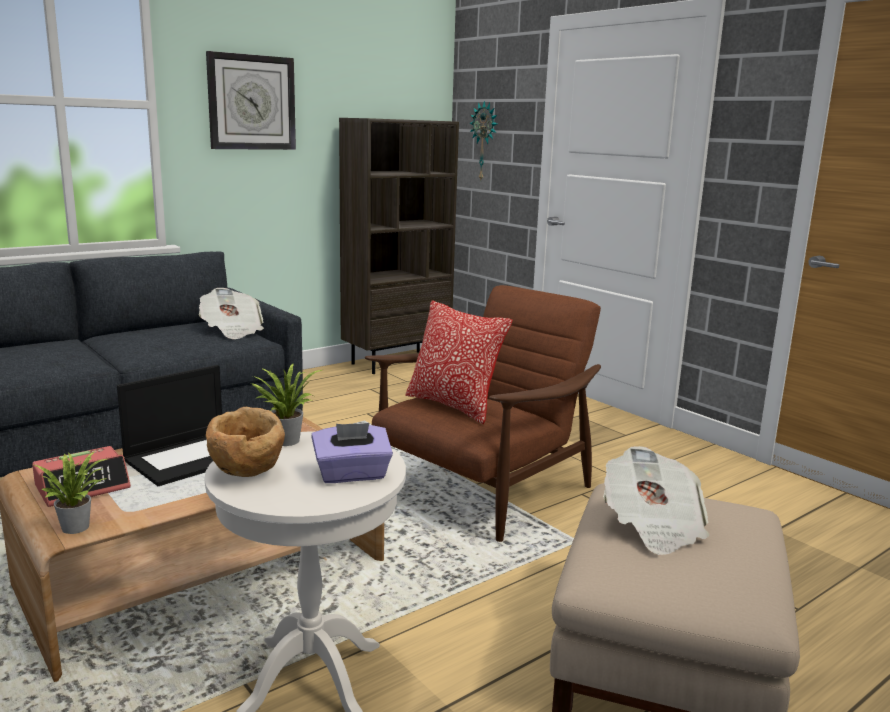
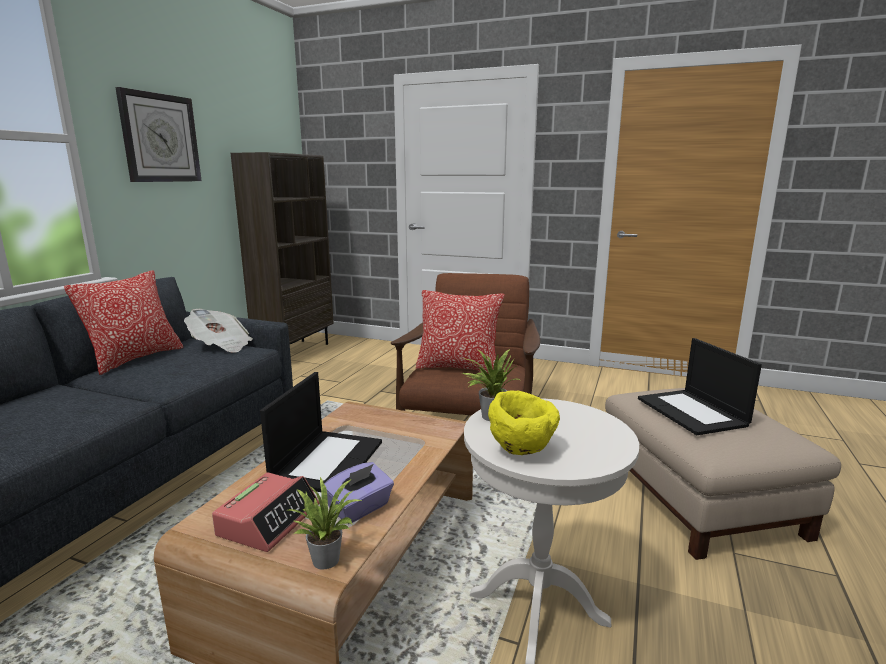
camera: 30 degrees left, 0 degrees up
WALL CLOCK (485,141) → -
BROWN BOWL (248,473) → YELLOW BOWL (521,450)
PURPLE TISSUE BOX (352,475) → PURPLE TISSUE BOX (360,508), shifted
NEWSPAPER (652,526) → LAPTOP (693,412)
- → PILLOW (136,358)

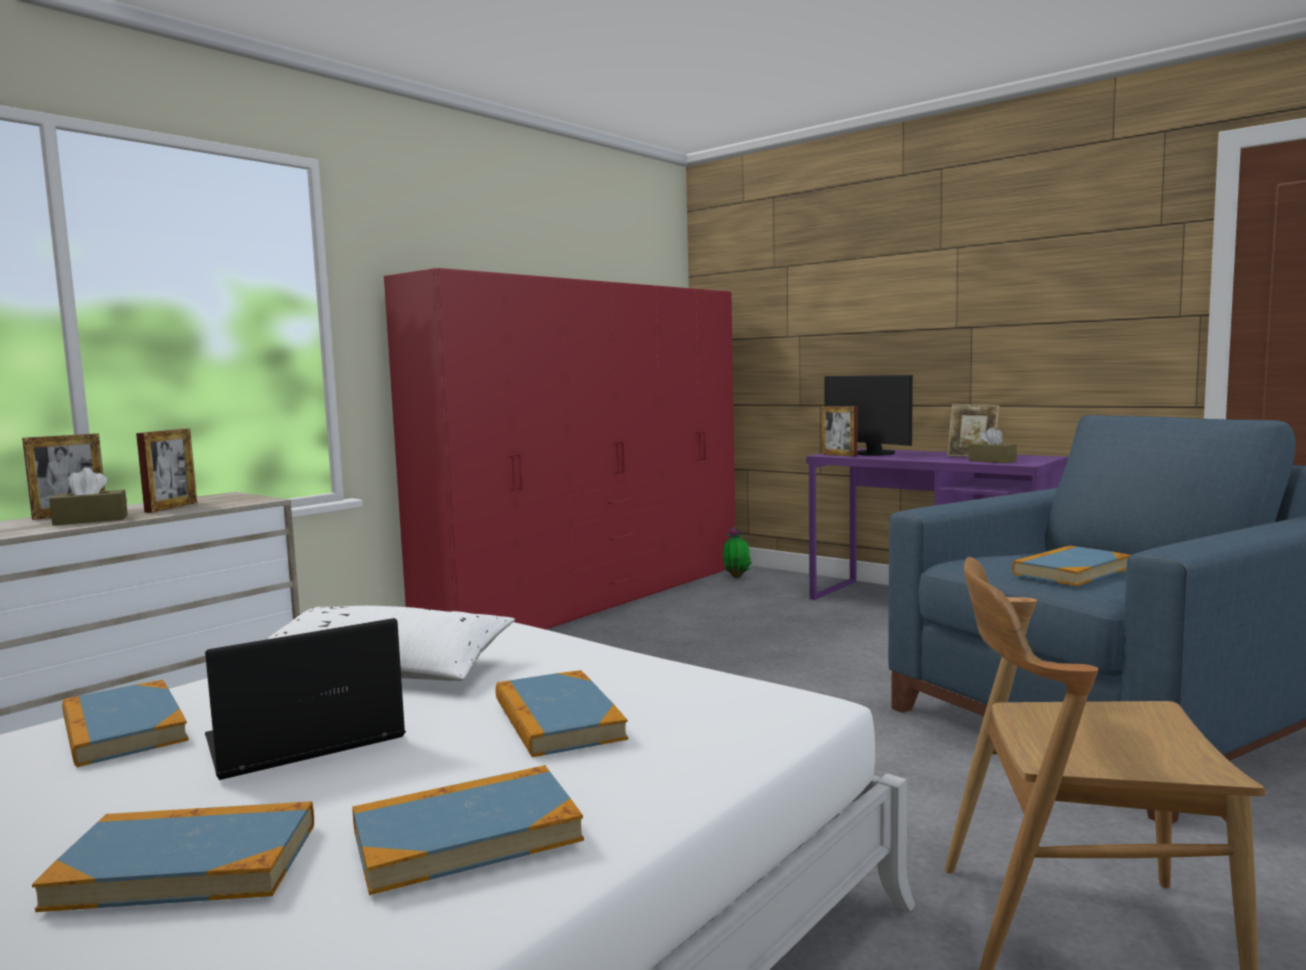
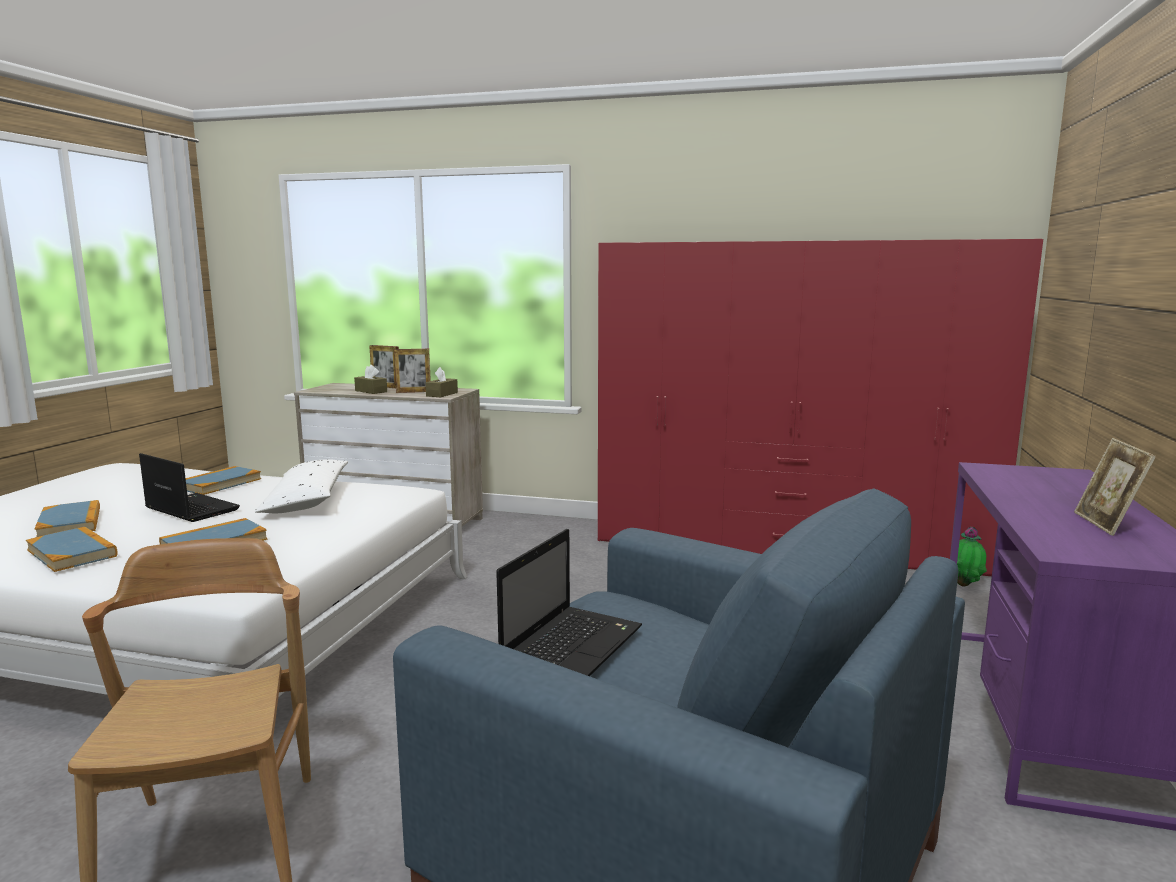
camera: 65 degrees right, 5 degrees up
MONITOR (872,454) → -
PICTURE FRAME (839,455) → -
BROWN TISSUE BOX (992,461) → BROWN TISSUE BOX (442,394), shifted
BOOK (1071,571) → LAPTOP (573,645)

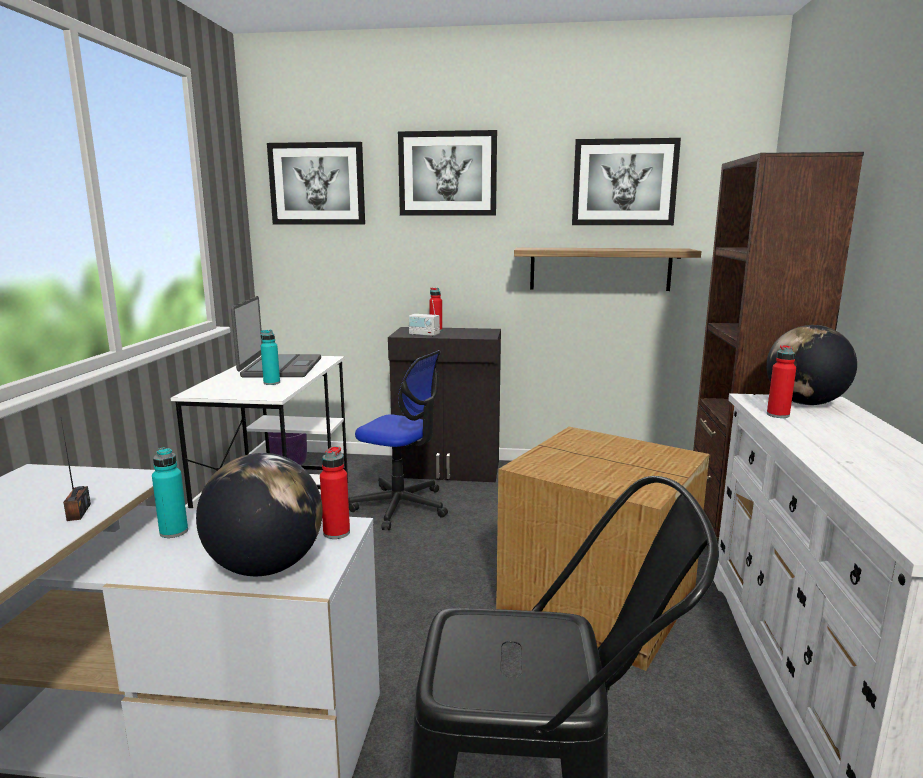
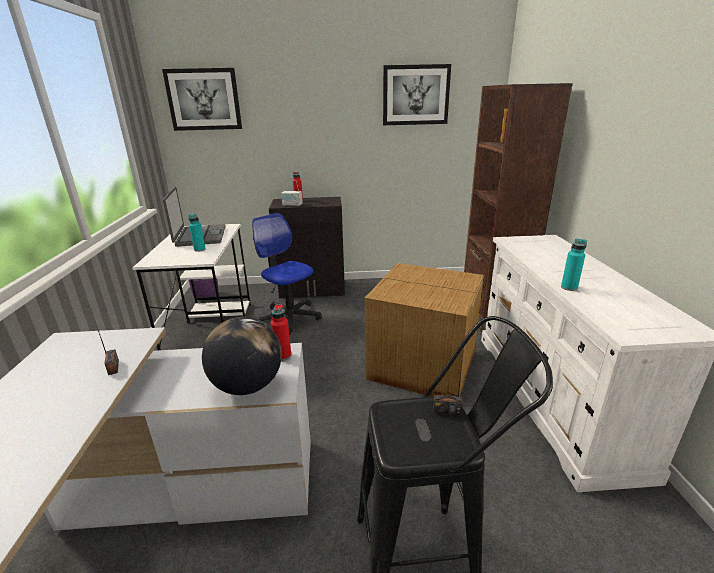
camera: 10 degrees left, 10 degrees up
PICTURE (447,174) → -
SHELF (600,269) → -
GLOBE (804,403) → -
RED BOTTLE (778,415) → -
OFFICE CHAIR (401,506) → OFFICE CHAIR (289,318), 150 degrees counterclockwise
TURQUOISE BOTTLE (174,532) → TURQUOISE BOTTLE (569,287), shifted
- → RADIO (447,410)

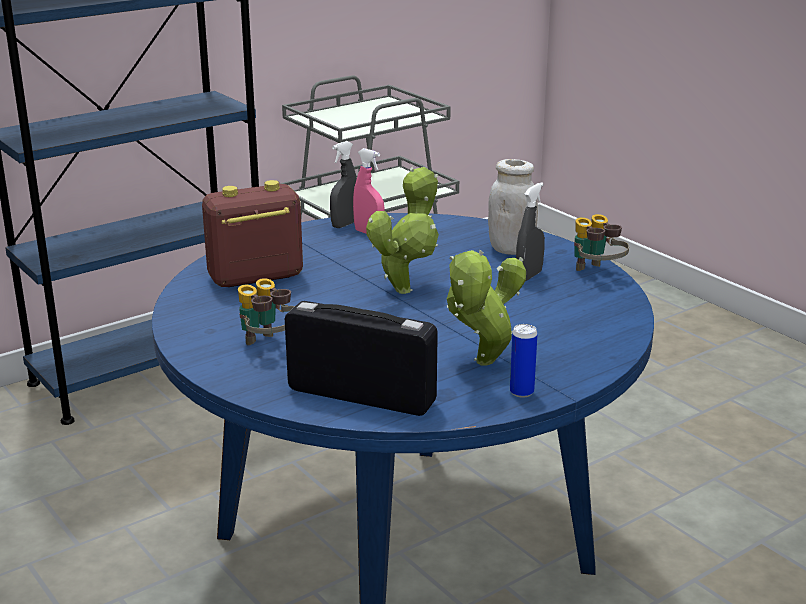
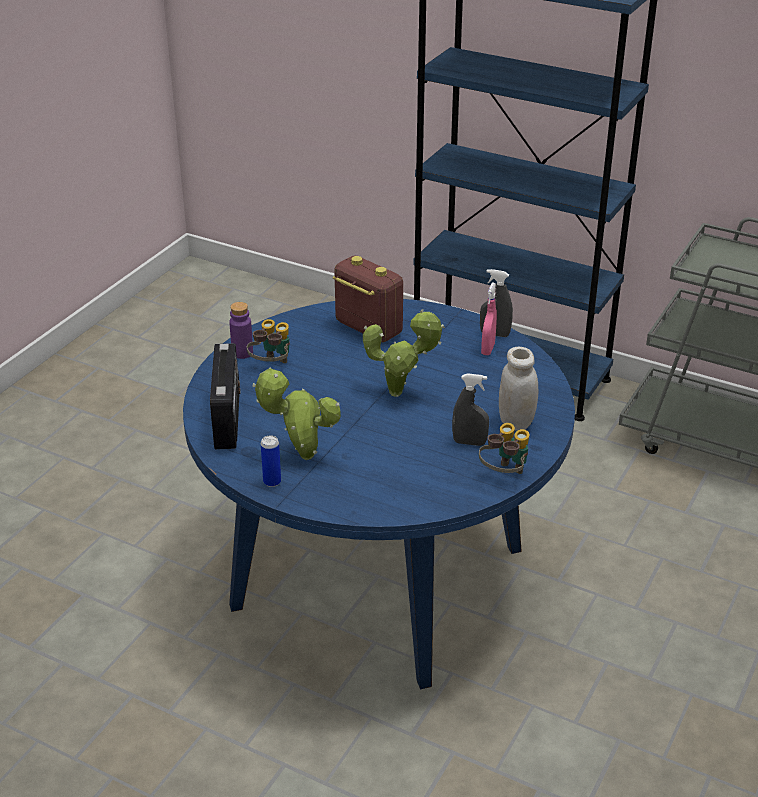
camera: 65 degrees right, 10 degrees up
- → PURPLE BOTTLE (242,353)

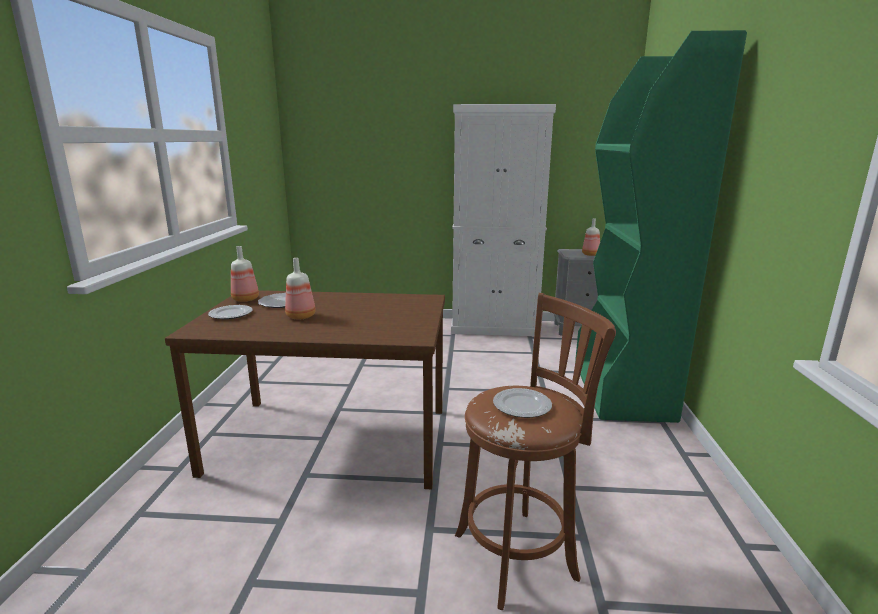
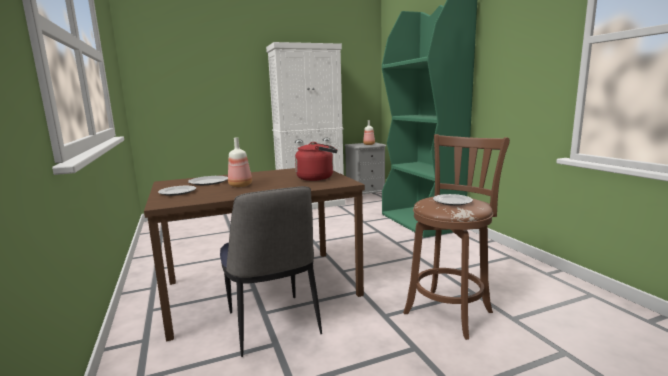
camera: 25 degrees left, 5 degrees down
BOTTLE (246,299) → -
- → RED KETTLE (317,178)
- → CHAIR (273,325)

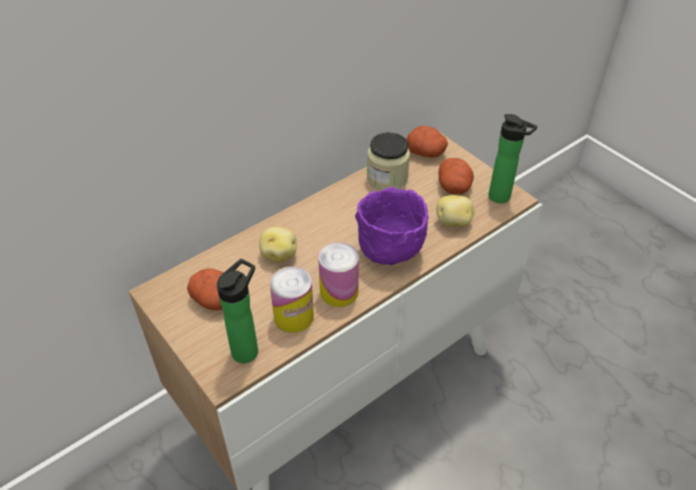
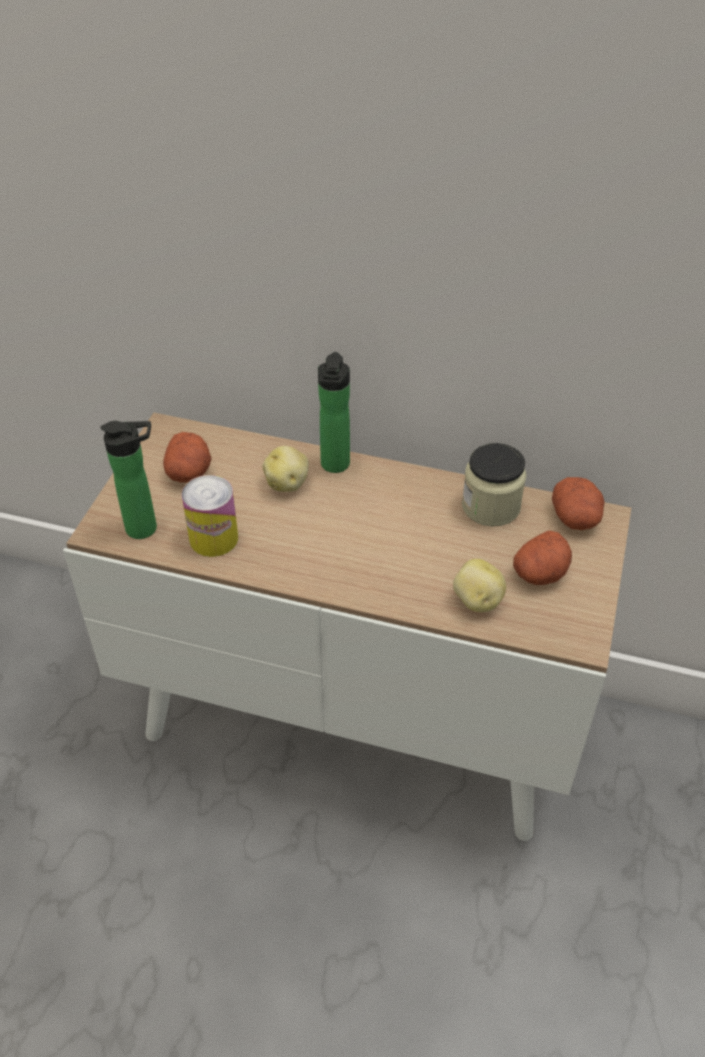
camera: 55 degrees right, 0 degrees up
BOTTLE (502,198) → BOTTLE (334,467), shifted
PURPLE BOWL (391,253) → -
CAN (339,291) → -

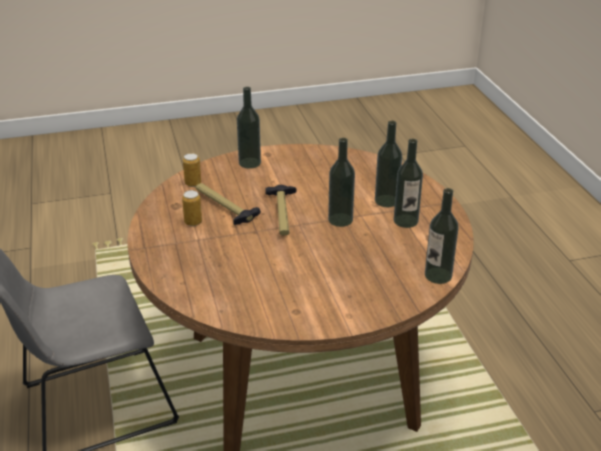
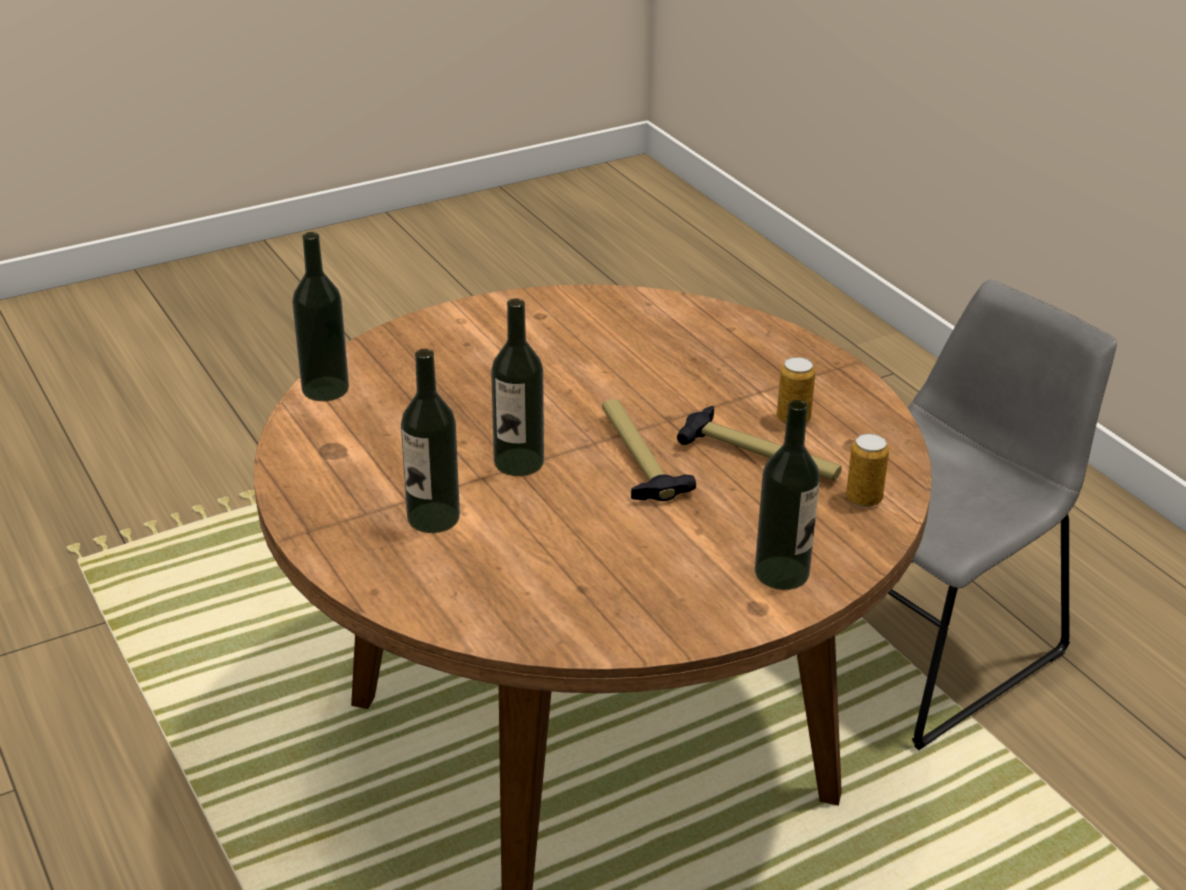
camera: 165 degrees right, 0 degrees up
BOTTLE (405,221) → -

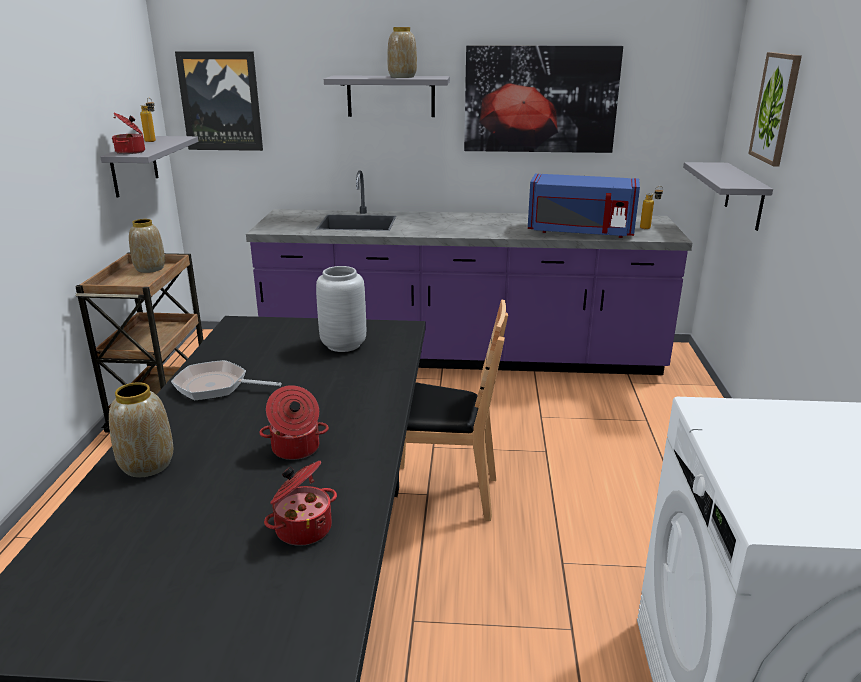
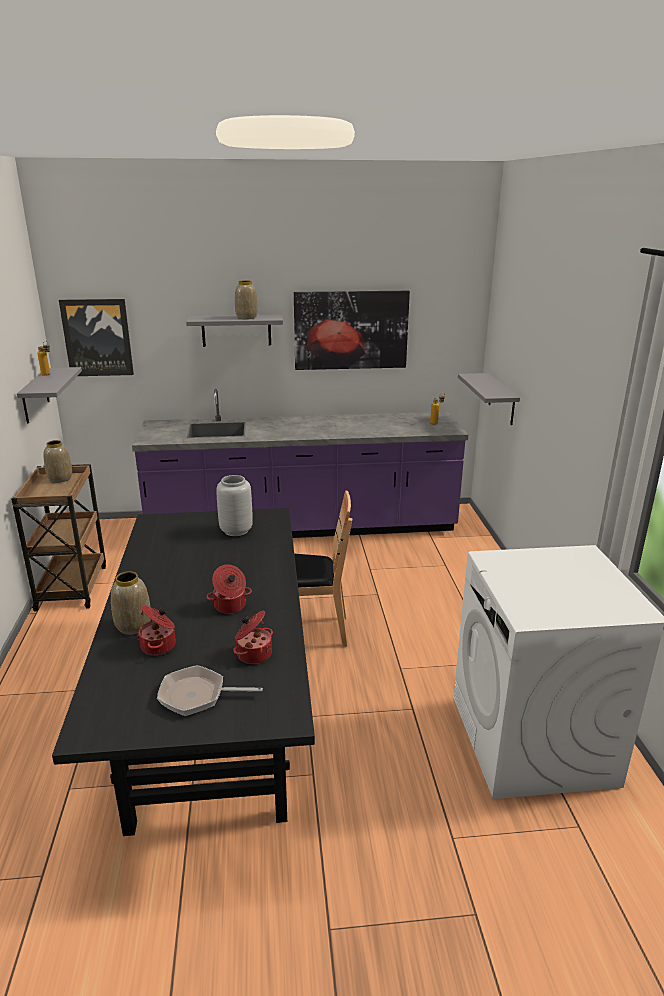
camera: 10 degrees left, 0 degrees up
PICTURE (776,108) → -
COOKING POT (131,152) → COOKING POT (159,645), shifted
BLUE MICROWAVE (580,232) → -
FRYING PAN (216,386) → FRYING PAN (197,695), shifted

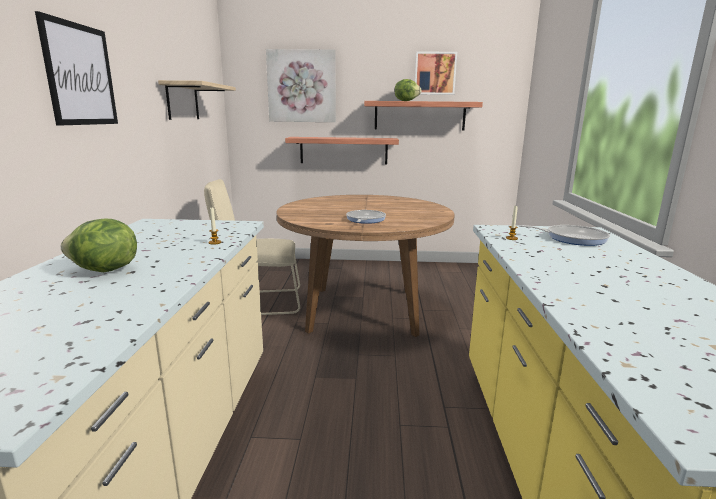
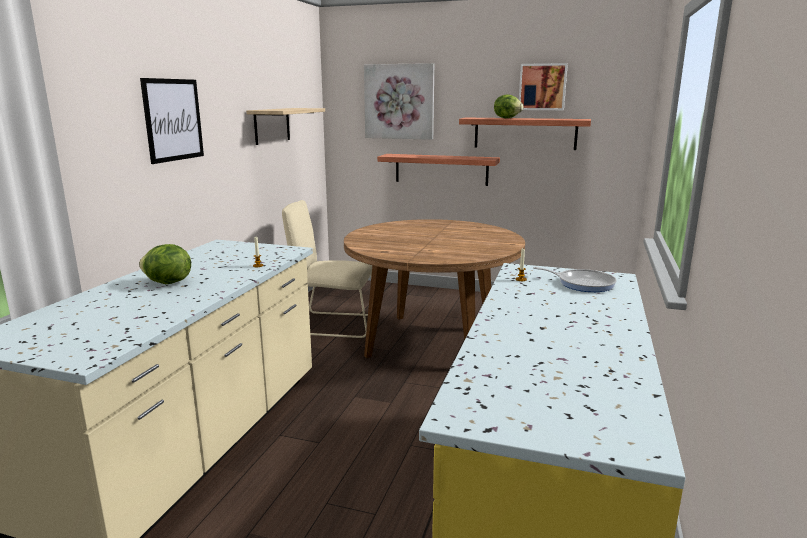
camera: 15 degrees right, 0 degrees up
FRYING PAN (365,220) → -

